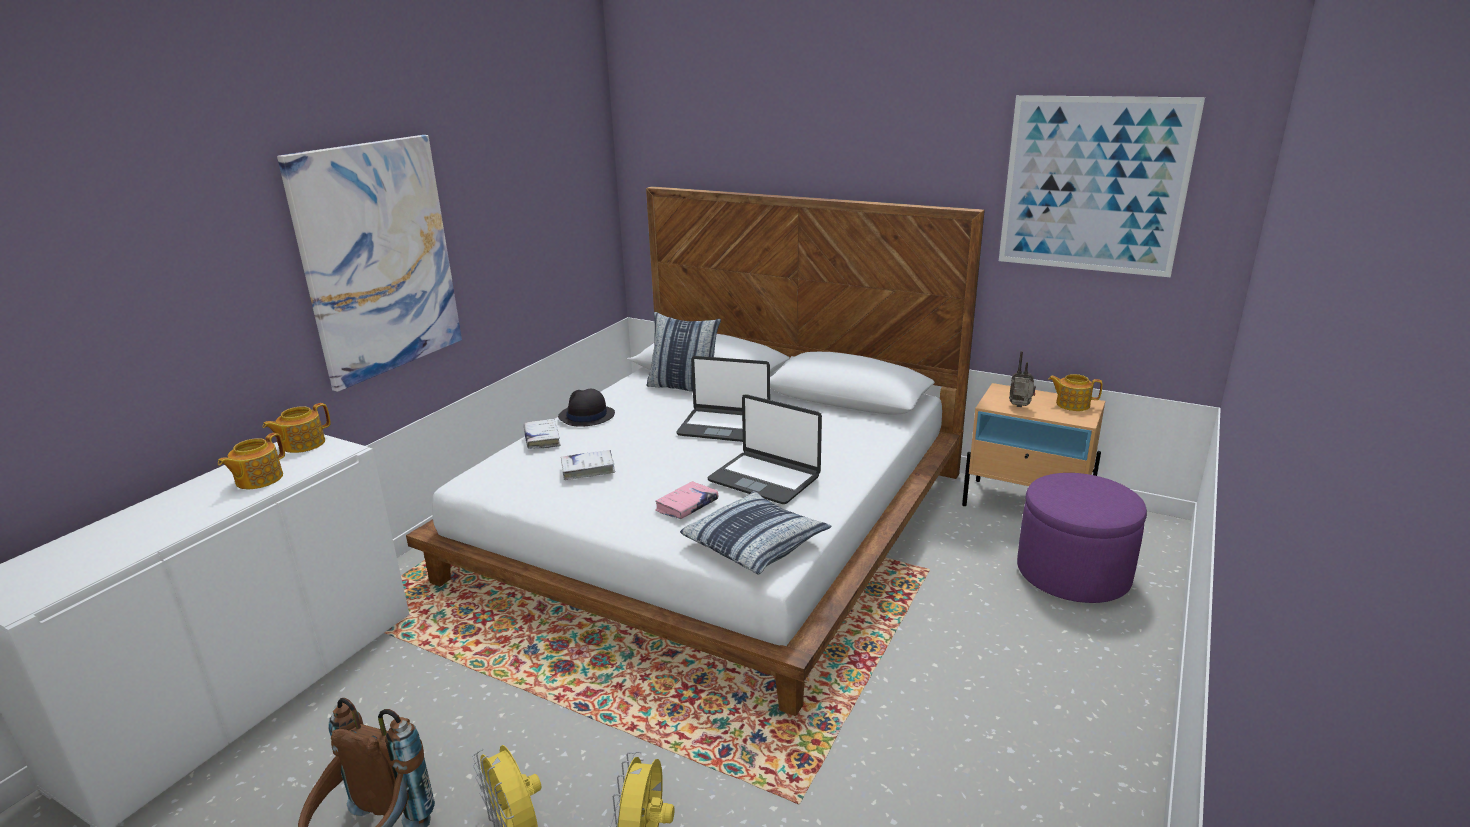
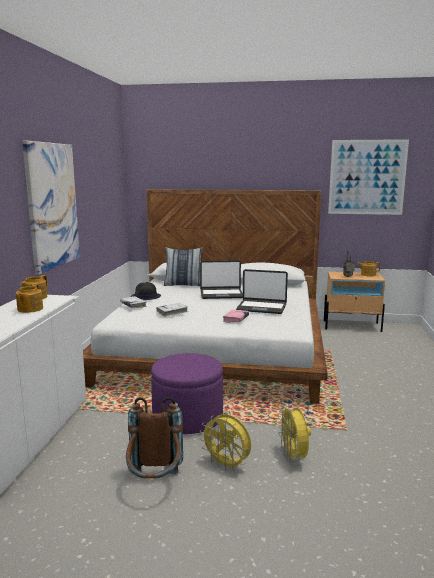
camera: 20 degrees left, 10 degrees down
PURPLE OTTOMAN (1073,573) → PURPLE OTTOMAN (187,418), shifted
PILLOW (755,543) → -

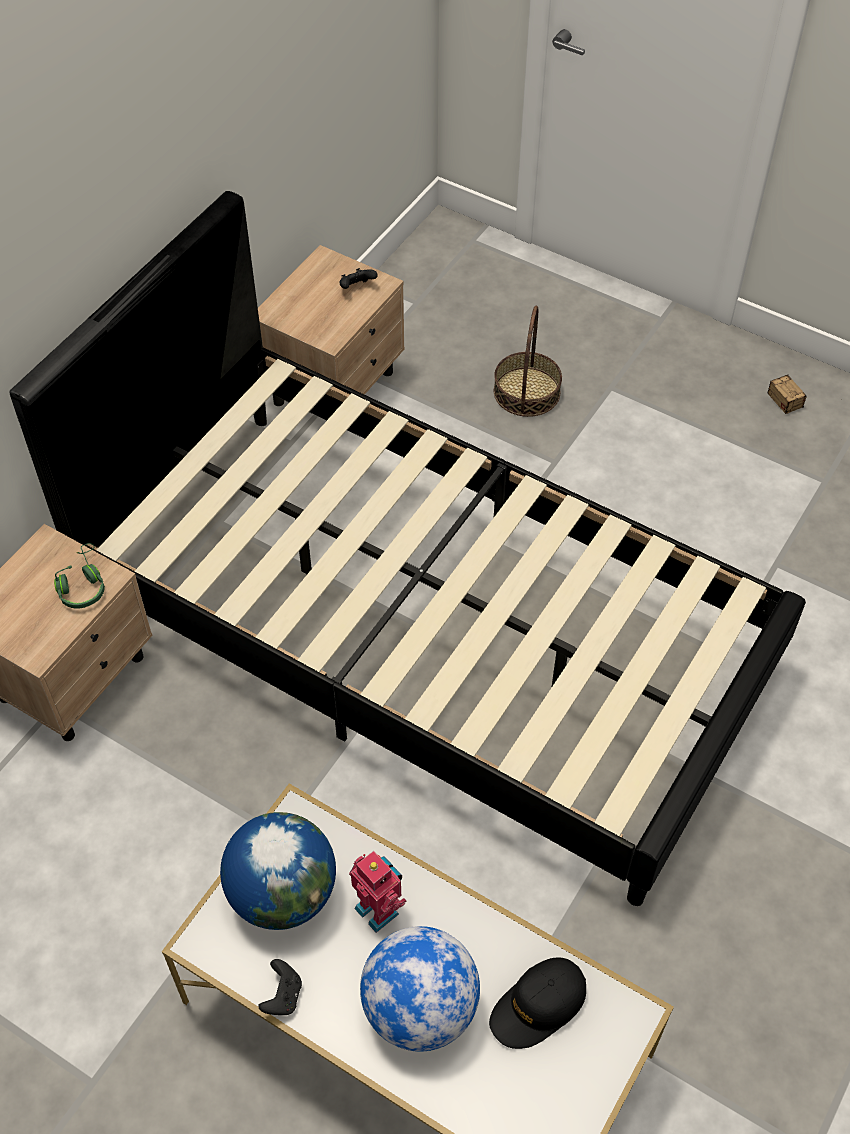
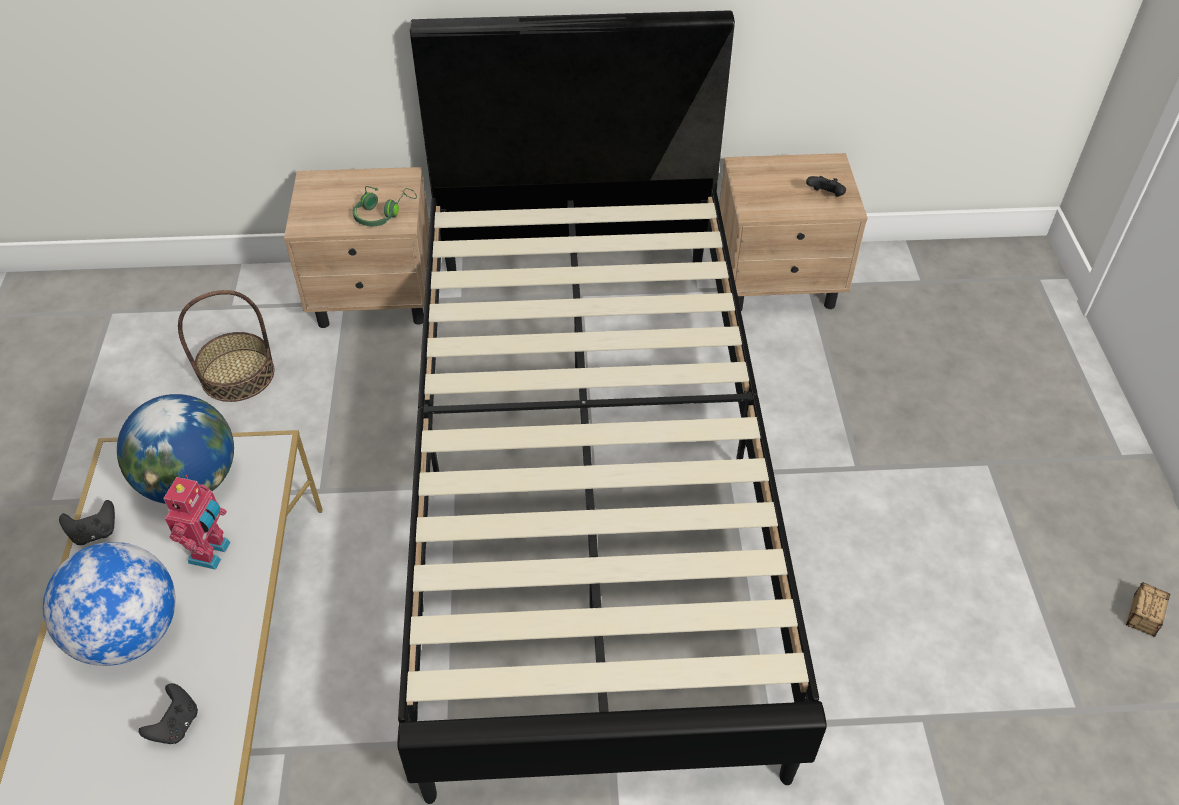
camera: 55 degrees right, 5 degrees down
BASKET (526,392) → BASKET (238,374), shifted
BLACK CAP (538,1006) → BLACK GAME CONTROLLER (176,725)

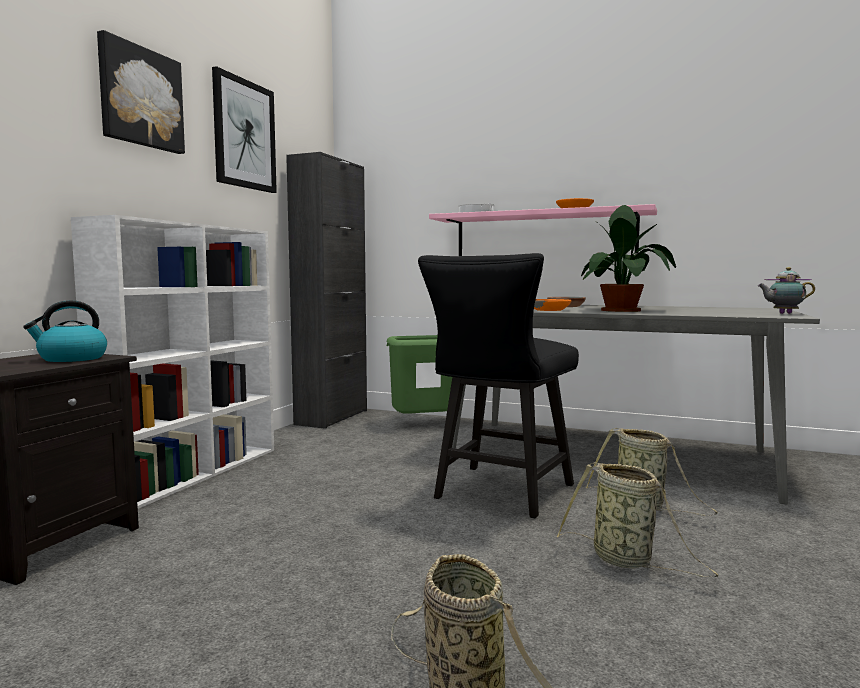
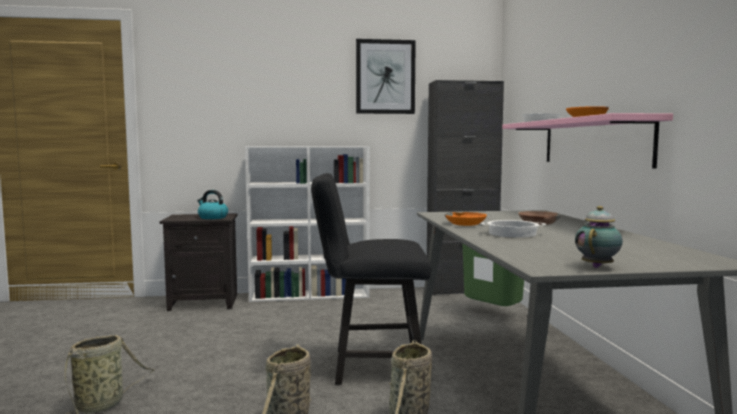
camera: 60 degrees right, 0 degrees up
PICTURE (140,97) → -
POTTED PLANT (622,310) → COOKING POT (512,234)
TEAPOT (783,313) → TEAPOT (598,266), 60 degrees clockwise

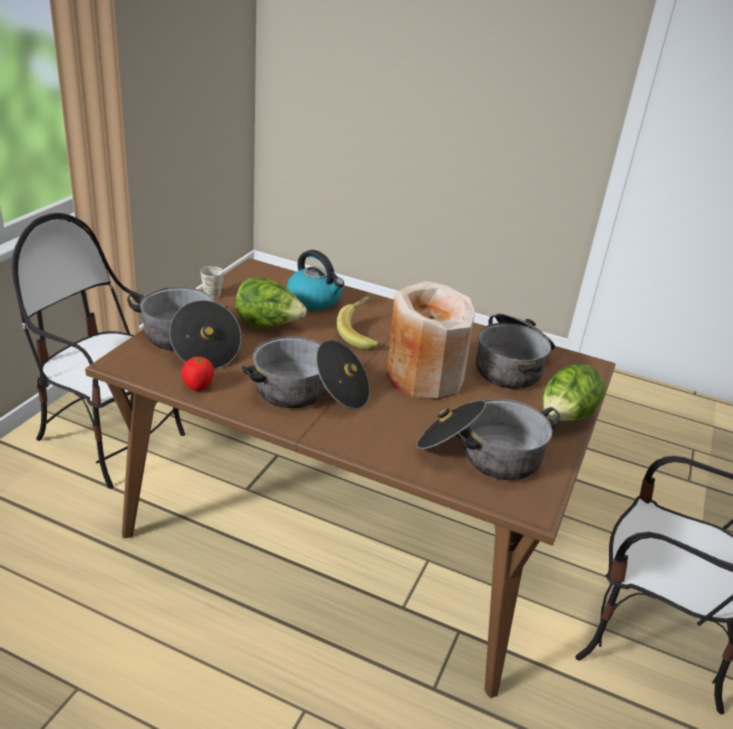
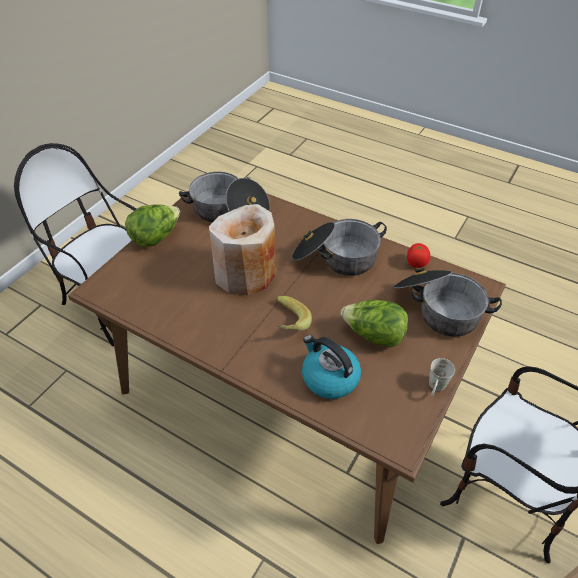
camera: 170 degrees left, 15 degrees up
COOKING POT (512,365) → -

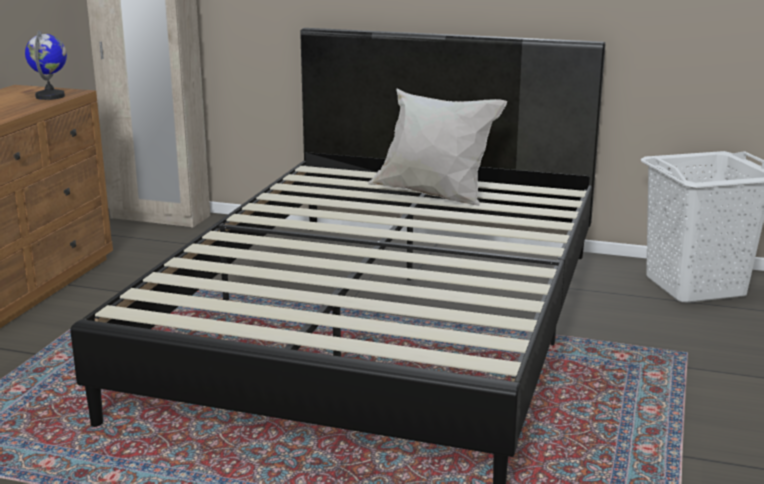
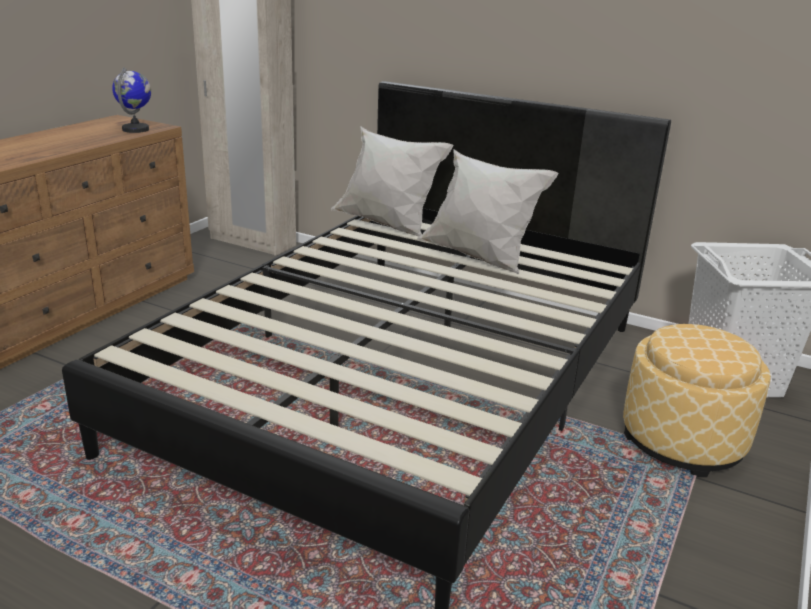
camera: 10 degrees right, 5 degrees up
- → WHITE PILLOW (387,225)
- → OTTOMAN (682,440)

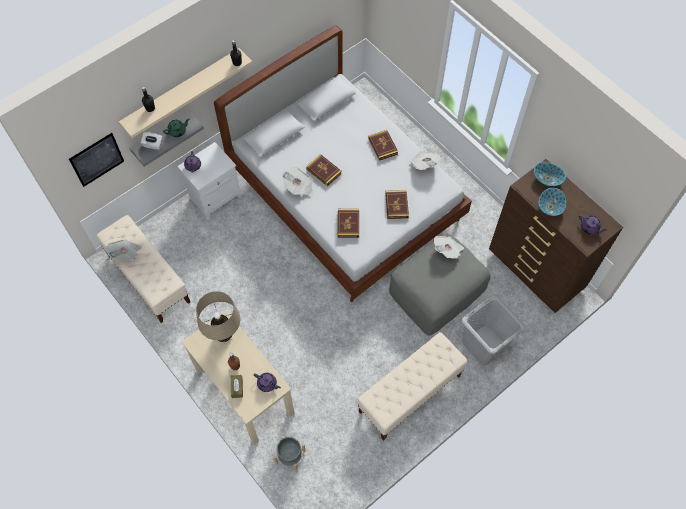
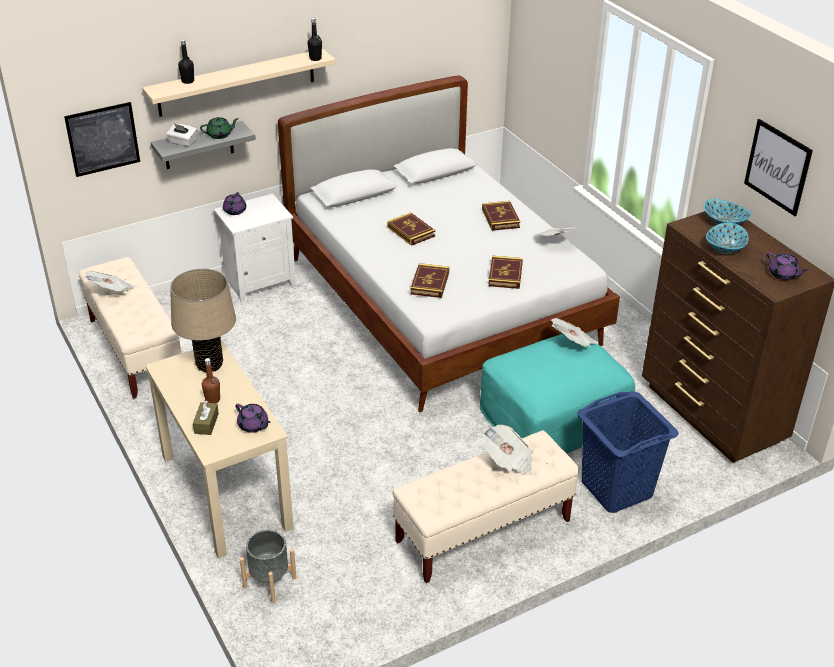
camera: 10 degrees right, 25 degrees down
NEWSPAPER (299,187) → NEWSPAPER (508,461), shifted
GREY OTTOMAN (436,291) → TURQUOISE OTTOMAN (553,417)
GREY LAUNDRY BASKET (484,345) → BLUE LAUNDRY BASKET (616,489)
- → PICTURE (777,167)

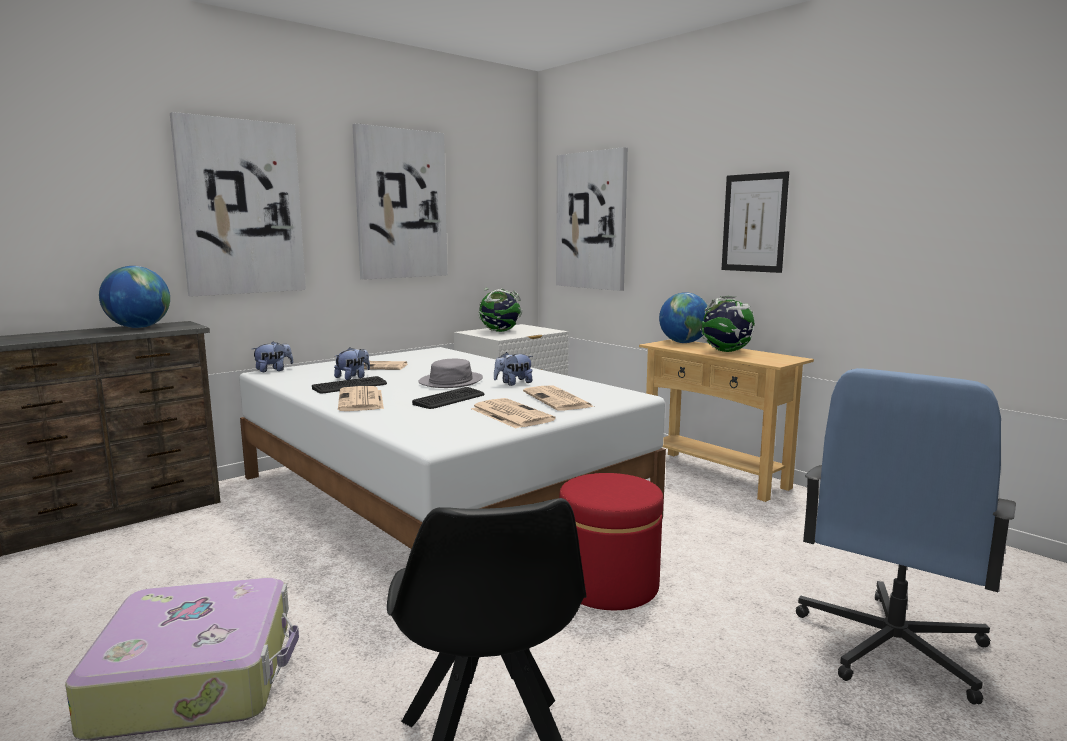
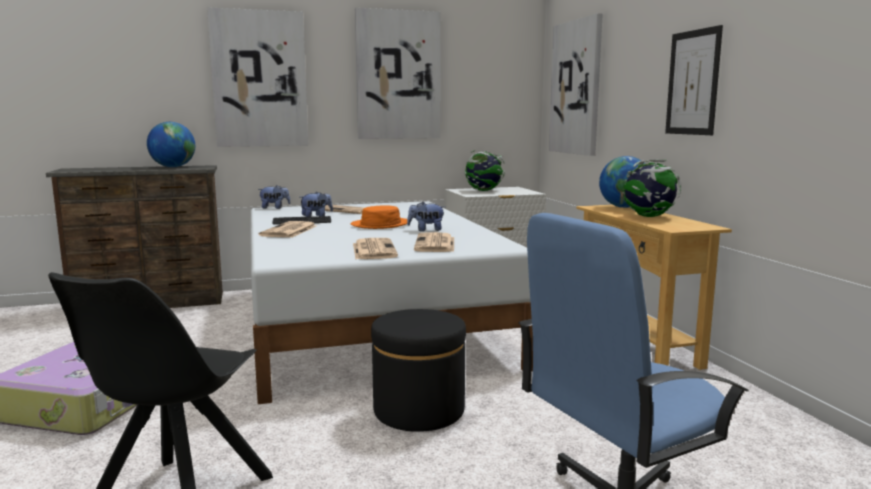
camera: 25 degrees right, 0 degrees up
GREY HAT (450,381) → ORANGE HAT (380,224)
KEYBOARD (450,399) → -
RED OTTOMAN (608,585) → BLACK OTTOMAN (419,410)

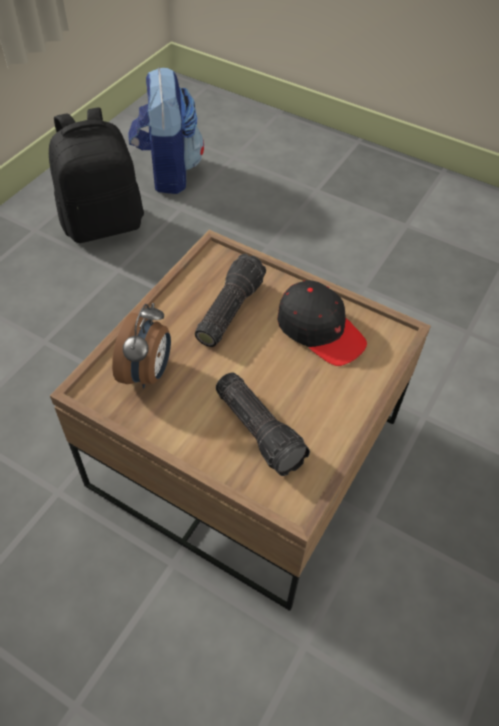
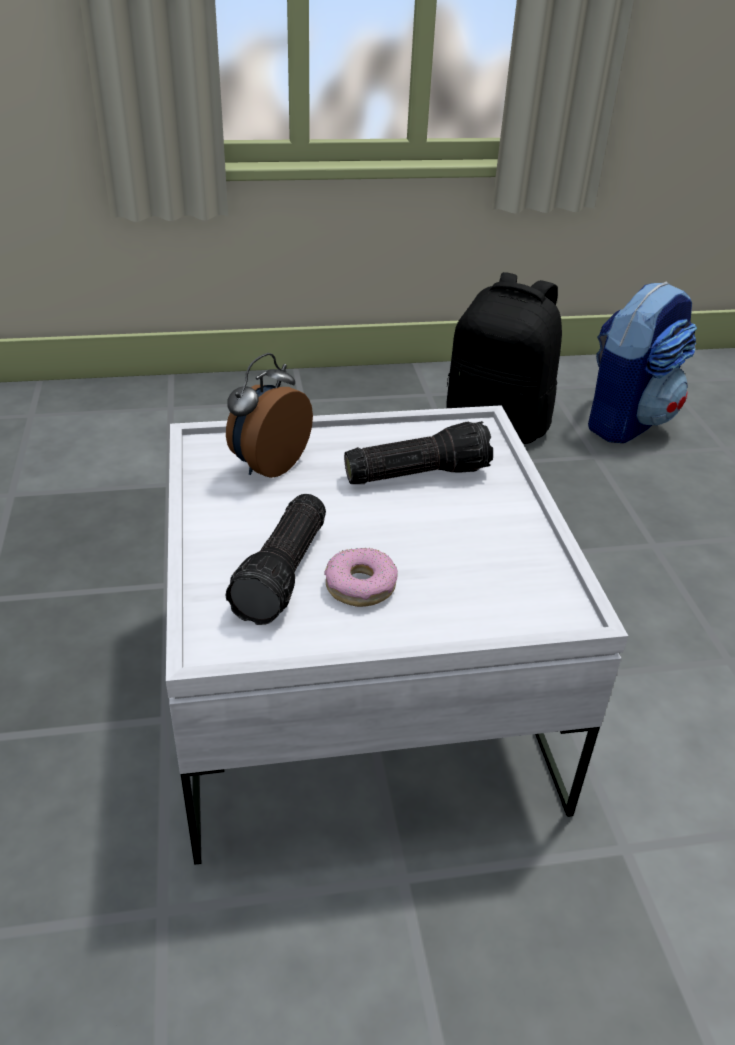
camera: 50 degrees right, 15 degrees down
BROWN COFFEE TABLE (245,453) → WHITE COFFEE TABLE (359,694)
BLACK CAP (320,330) → -
ALARM CLOCK (148,373) → ALARM CLOCK (267,465), 150 degrees clockwise
- → DONUT (360,585)

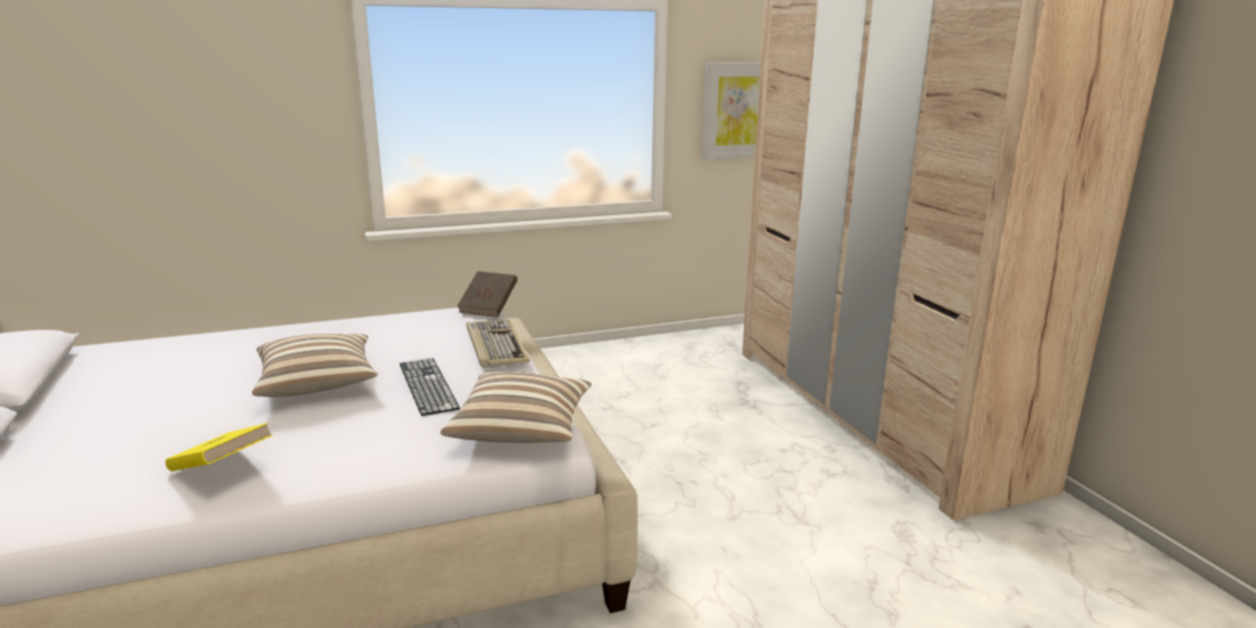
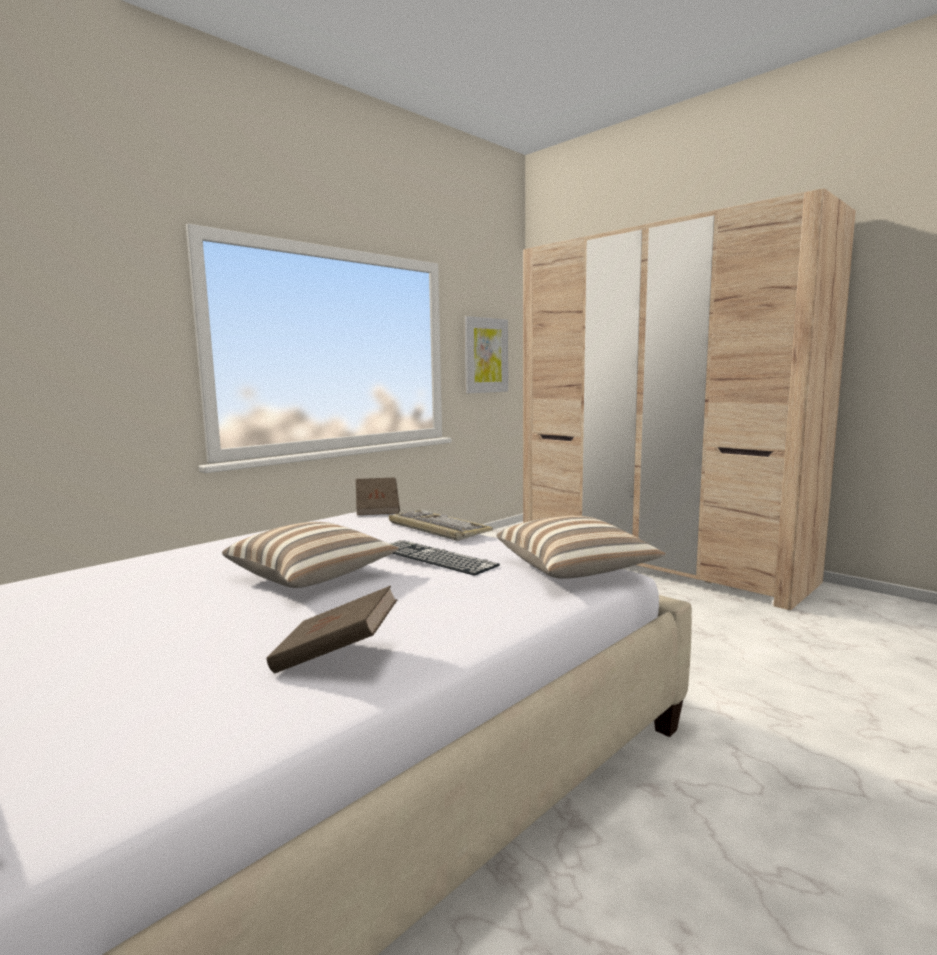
camera: 25 degrees left, 10 degrees down
YELLOW BOOK (222,468) → BROWN BOOK (336,656)

